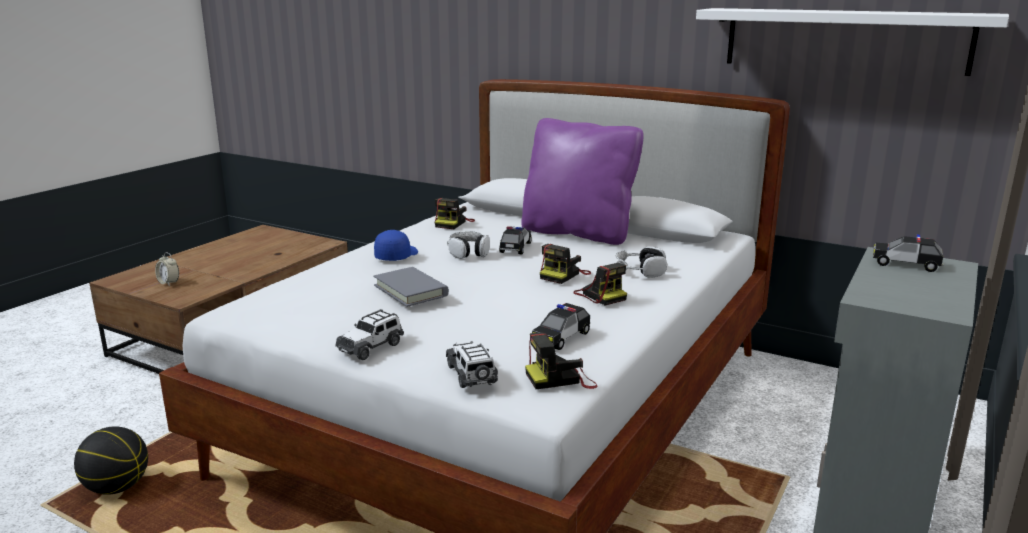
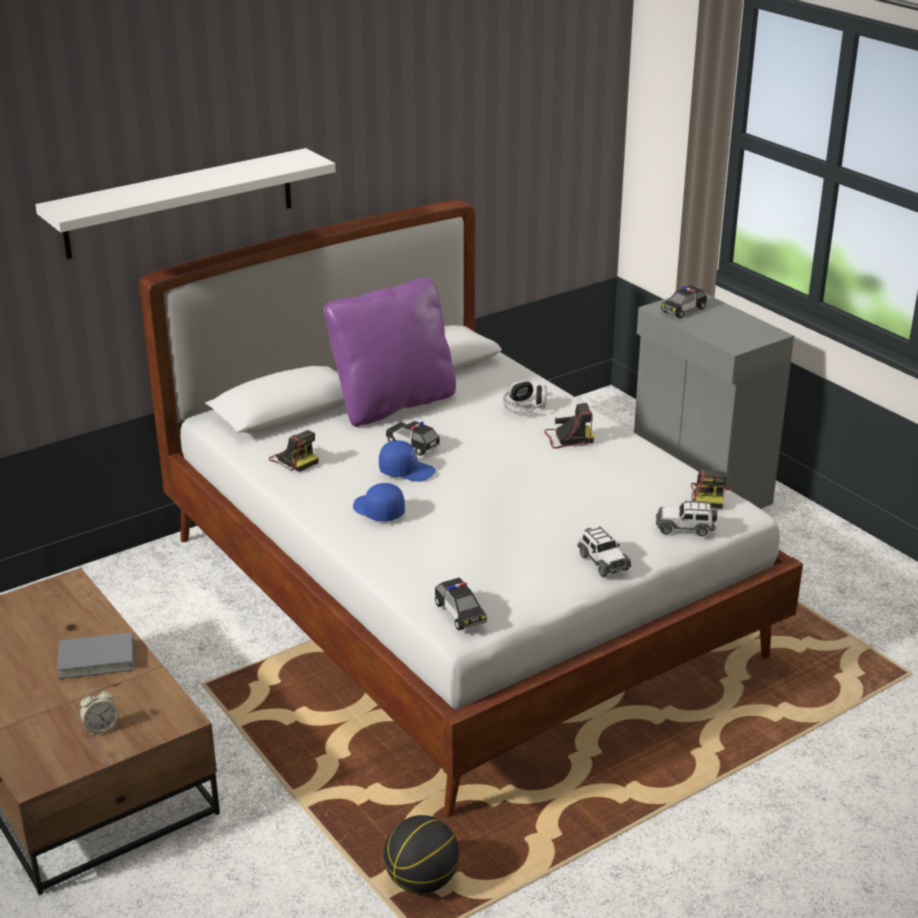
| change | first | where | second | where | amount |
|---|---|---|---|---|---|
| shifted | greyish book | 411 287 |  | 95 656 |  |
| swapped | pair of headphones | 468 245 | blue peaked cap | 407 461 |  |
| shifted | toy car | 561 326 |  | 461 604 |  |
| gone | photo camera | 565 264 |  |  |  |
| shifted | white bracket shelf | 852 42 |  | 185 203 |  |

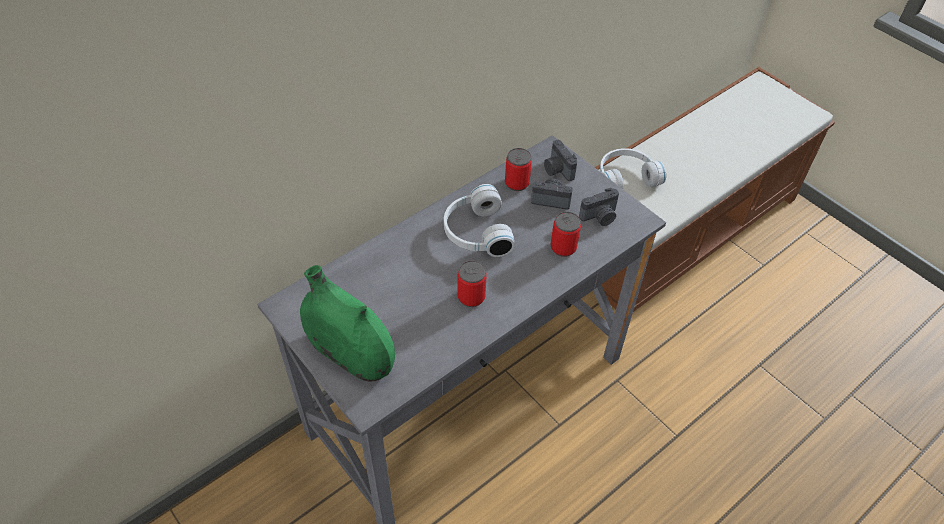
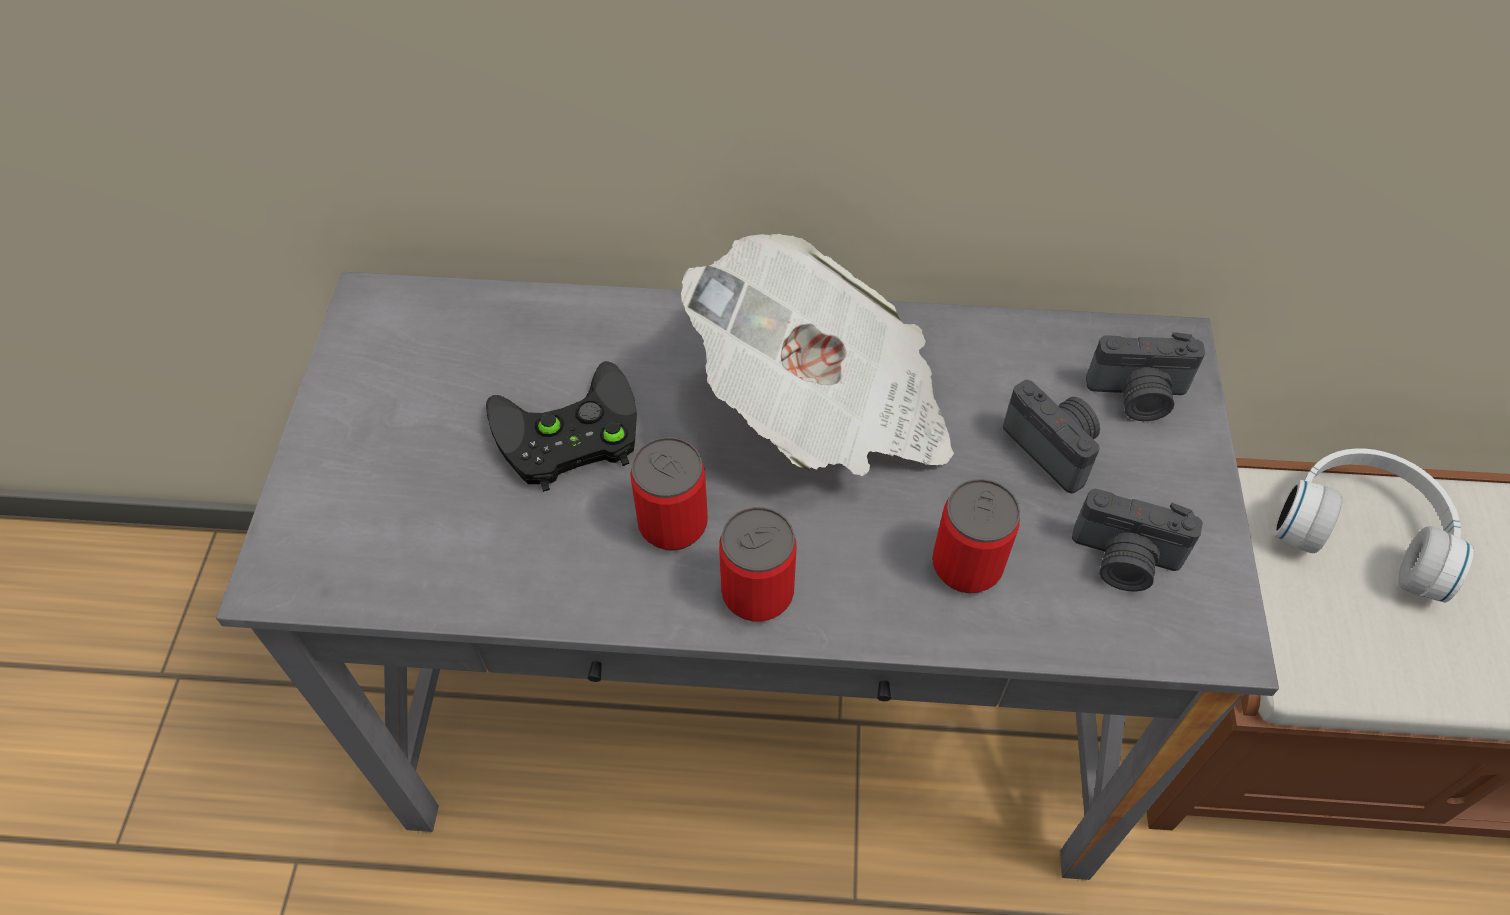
| change | first | where | second | where | amount |
|---|---|---|---|---|---|
| gone | green-coloured flower vase | 347 323 |  |  |  |
| swapped | white pair of headphones | 479 220 | printed paper | 817 355 |  |
| shifted | can | 518 169 |  | 757 564 |  |
| rotated | photo camera | 560 160 |  | 1145 376 | 105 degrees counterclockwise |
| new |  |  | black-coloured game controller | 561 426 |  |

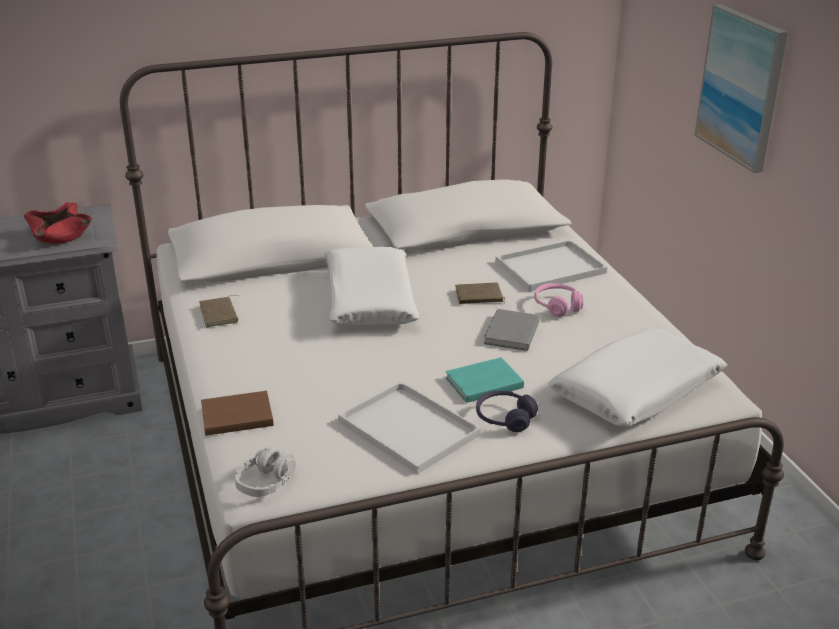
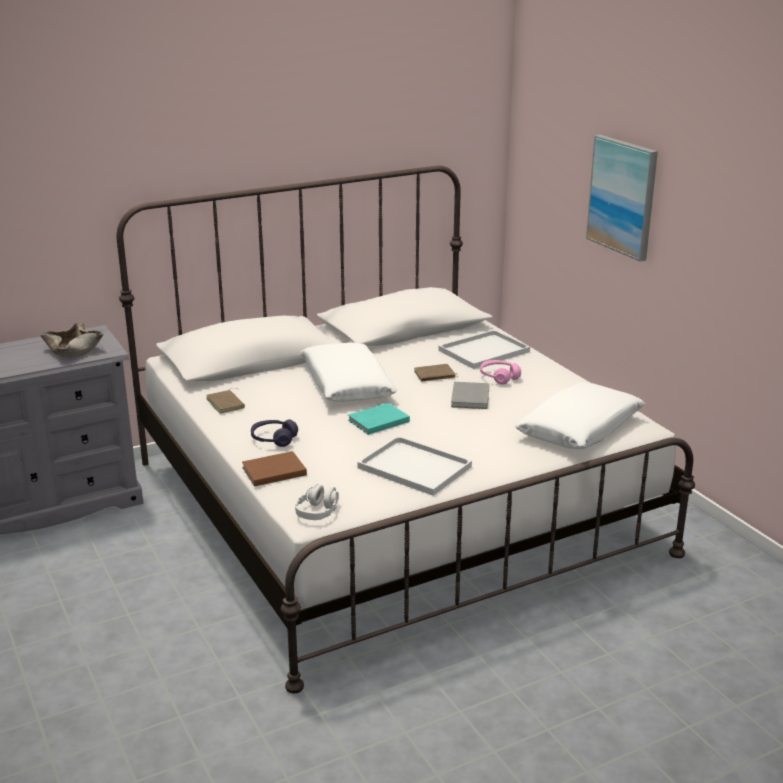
| change | first | where | second | where | amount |
|---|---|---|---|---|---|
| repainted | red-coloured bowl | 58 223 | sand-coloured bowl | 72 340 |  |
| shifted | turquoise-coloured book | 484 380 |  | 379 419 |  |
| shifted | purplish pair of headphones | 507 411 |  | 274 433 |  |

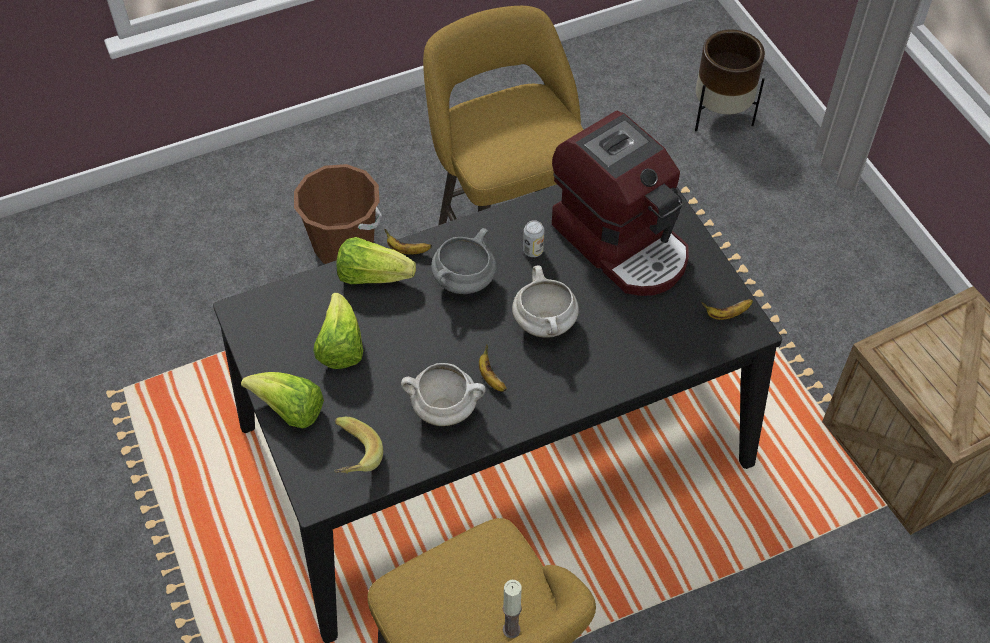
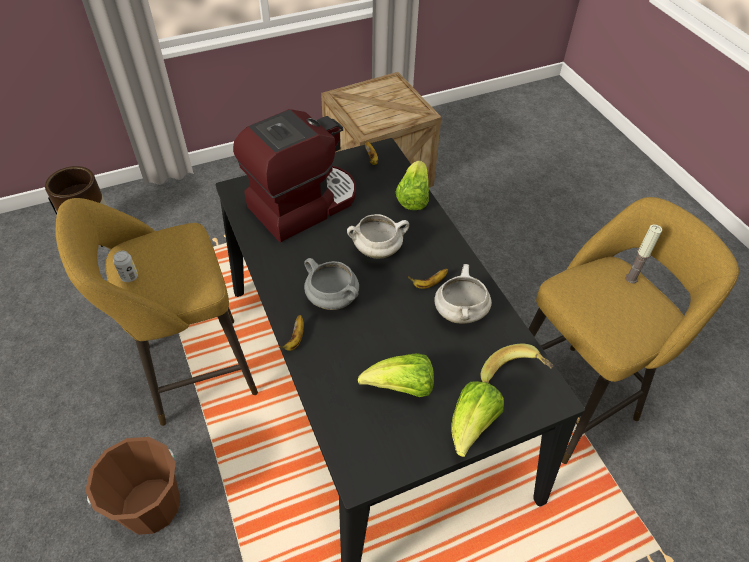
| change | first | where | second | where | amount |
|---|---|---|---|---|---|
| shifted | lettuce head | 376 260 |  | 412 185 |  |
| shifted | can | 534 238 |  | 125 266 |  |

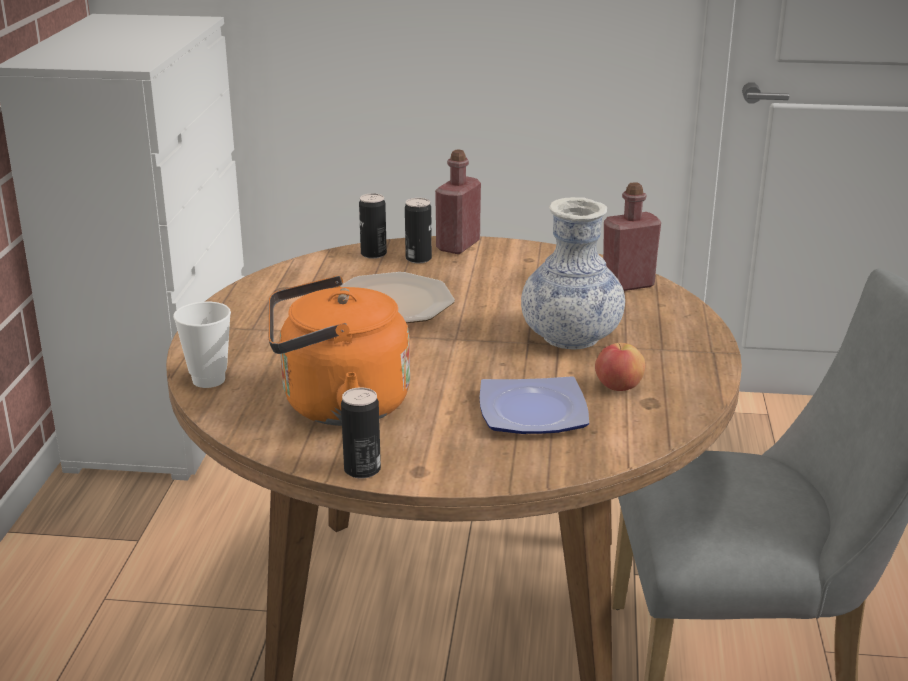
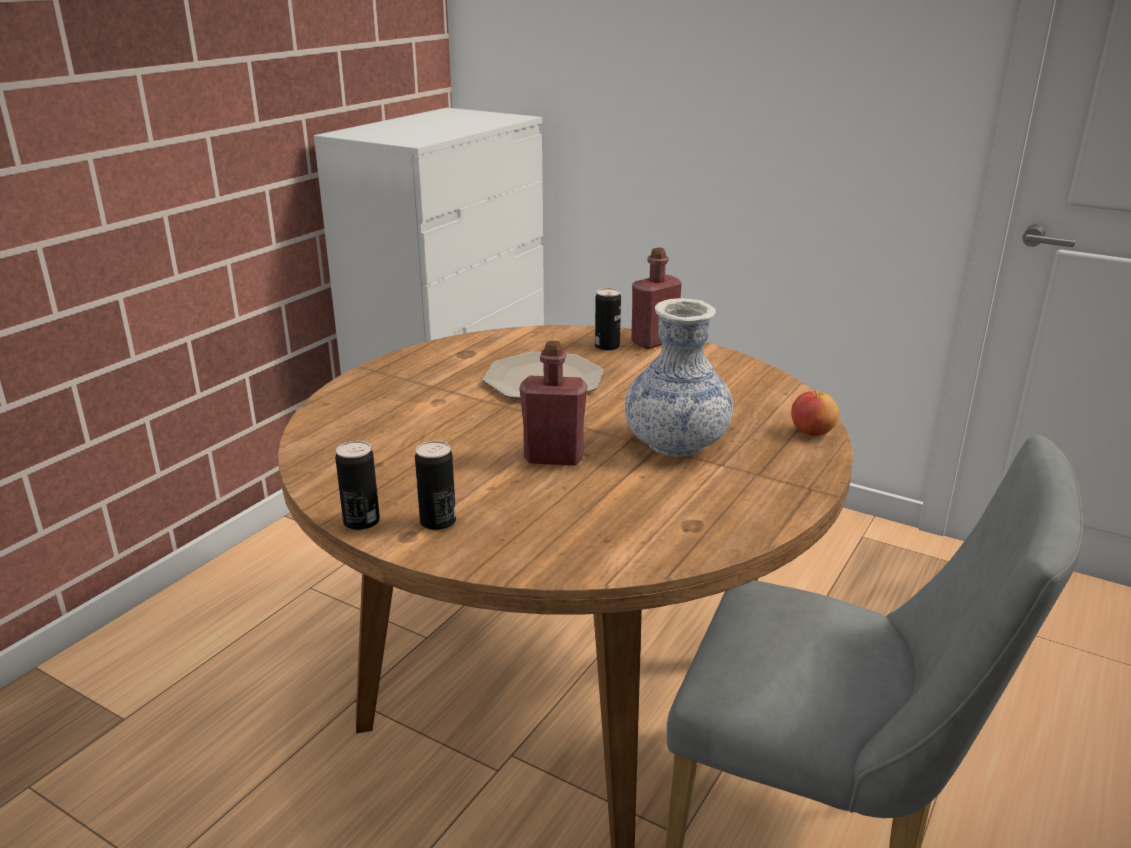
| change | first | where | second | where | amount |
|---|---|---|---|---|---|
| gone | small cup | 202 345 |  |  |  |
| gone | orange water kettle | 339 351 |  |  |  |
| shifted | can | 373 226 |  | 435 485 |  |
| gone | flat dish | 534 405 |  |  |  |
| shifted | apple | 620 367 |  | 815 413 |  |
| shifted | red-coloured drink bottle | 632 236 |  | 553 403 |  |

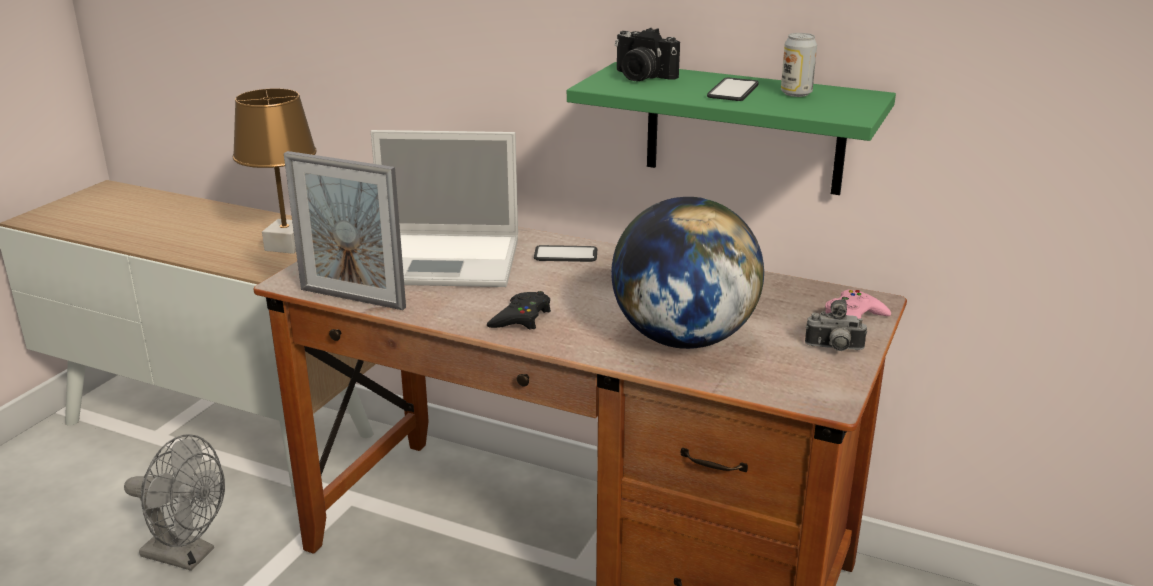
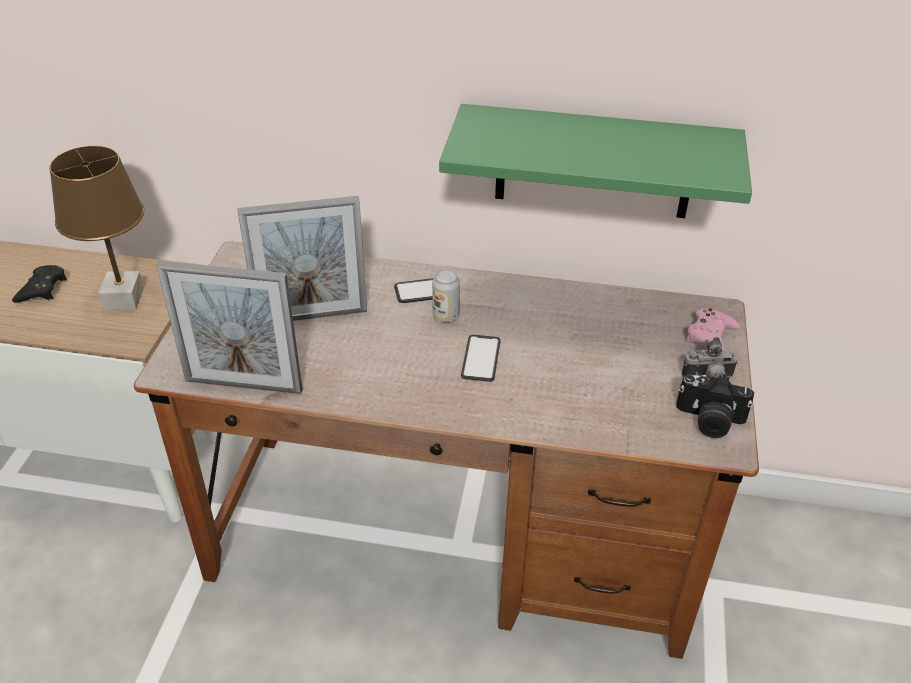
| change | first | where | second | where | amount |
|---|---|---|---|---|---|
| gone | greyish cooling fan | 174 502 |  |  |  |
| swapped | notebook computer | 444 208 | photo frame | 302 258 |  |
| shifted | black-coloured game controller | 519 310 |  | 39 283 |  |
| gone | world globe | 687 273 |  |  |  |
| shifted | photo camera | 647 54 |  | 715 406 |  |
| shifted | phone | 733 89 |  | 481 358 |  |
| shifted | can | 799 65 |  | 446 296 |  |

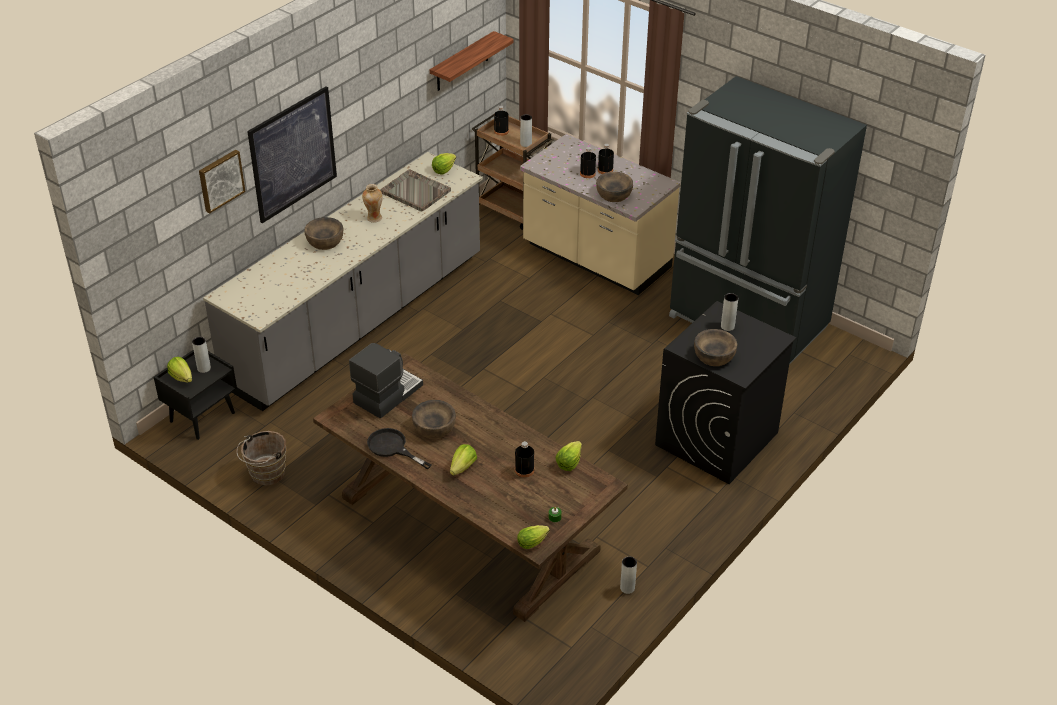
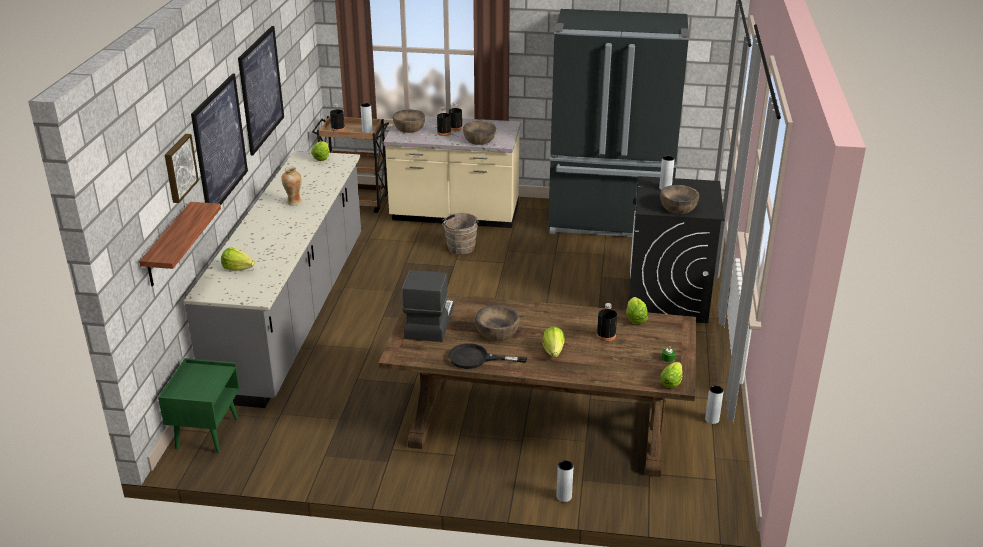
| change | first | where | second | where | amount |
|---|---|---|---|---|---|
| repainted | black-coloured bedside table | 195 395 | green-coloured bedside table | 199 405 |  |
| shifted | lettuce head | 179 370 |  | 238 259 |  |
| shifted | greyish flower vase | 201 355 |  | 565 481 |  |
| shifted | brownish pail | 261 458 |  | 460 234 |  |
| shifted | brownish bowl | 324 233 |  | 409 121 |  |
| gone | greyish tray | 415 190 |  |  |  |
| shifted | bracket shelf | 472 61 |  | 180 244 |  |
| new |  |  | picture | 261 90 |  |

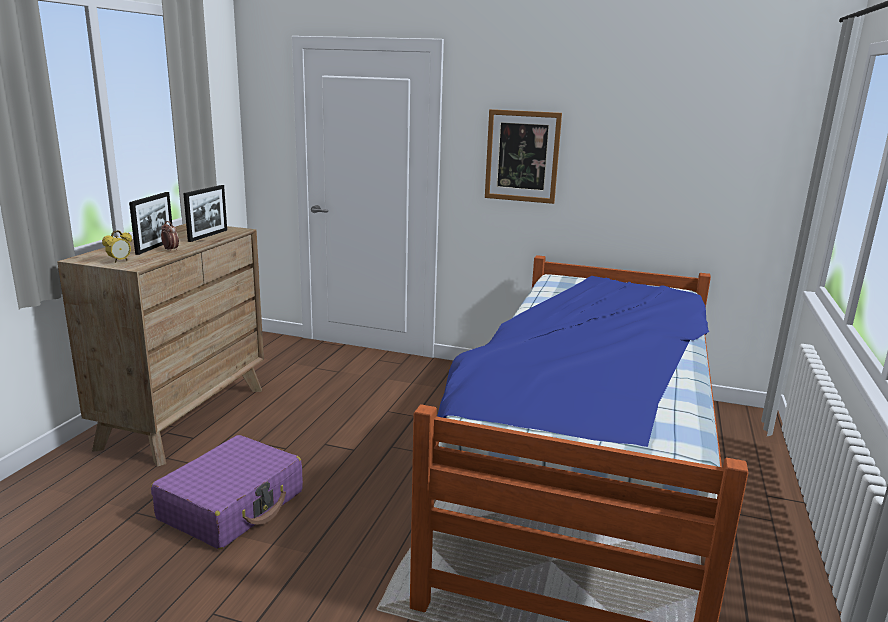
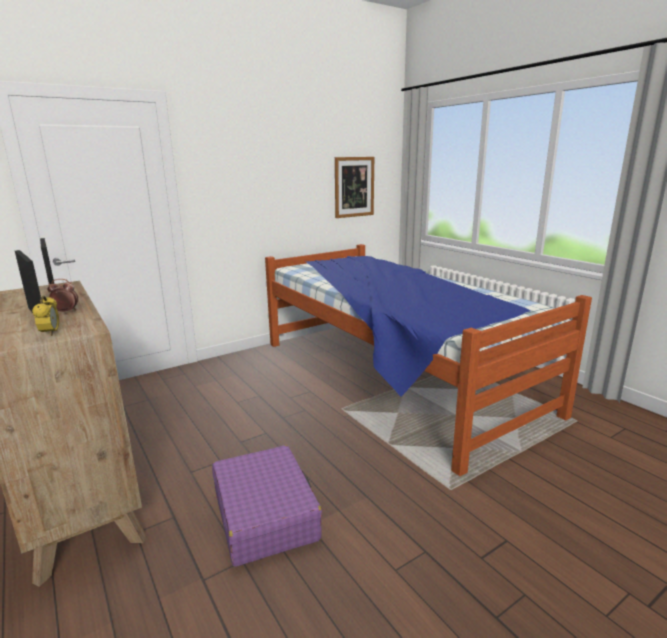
| change | first | where | second | where | amount |
|---|---|---|---|---|---|
| shifted | picture | 523 156 |  | 354 187 |  |

